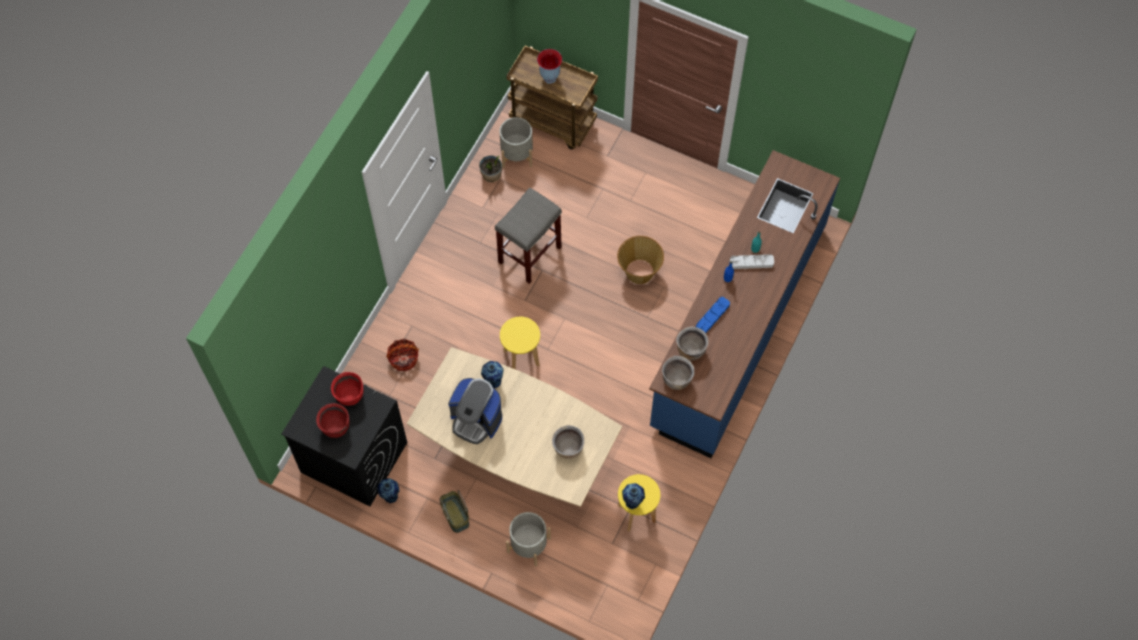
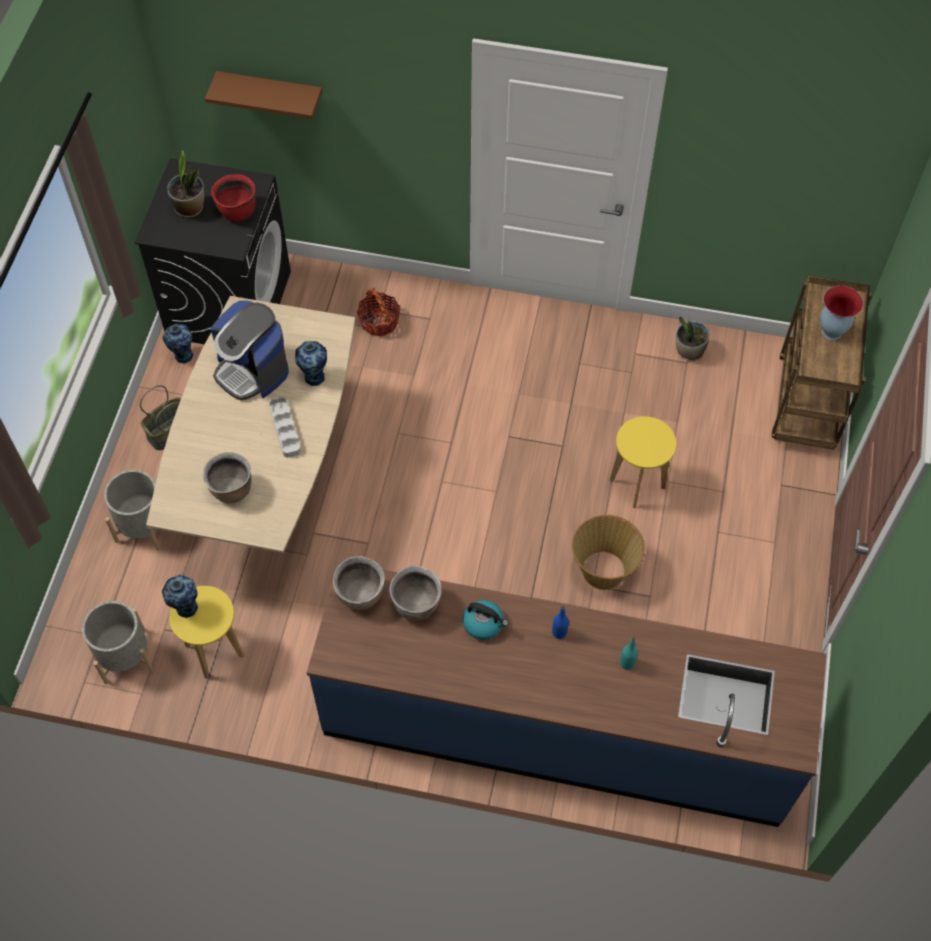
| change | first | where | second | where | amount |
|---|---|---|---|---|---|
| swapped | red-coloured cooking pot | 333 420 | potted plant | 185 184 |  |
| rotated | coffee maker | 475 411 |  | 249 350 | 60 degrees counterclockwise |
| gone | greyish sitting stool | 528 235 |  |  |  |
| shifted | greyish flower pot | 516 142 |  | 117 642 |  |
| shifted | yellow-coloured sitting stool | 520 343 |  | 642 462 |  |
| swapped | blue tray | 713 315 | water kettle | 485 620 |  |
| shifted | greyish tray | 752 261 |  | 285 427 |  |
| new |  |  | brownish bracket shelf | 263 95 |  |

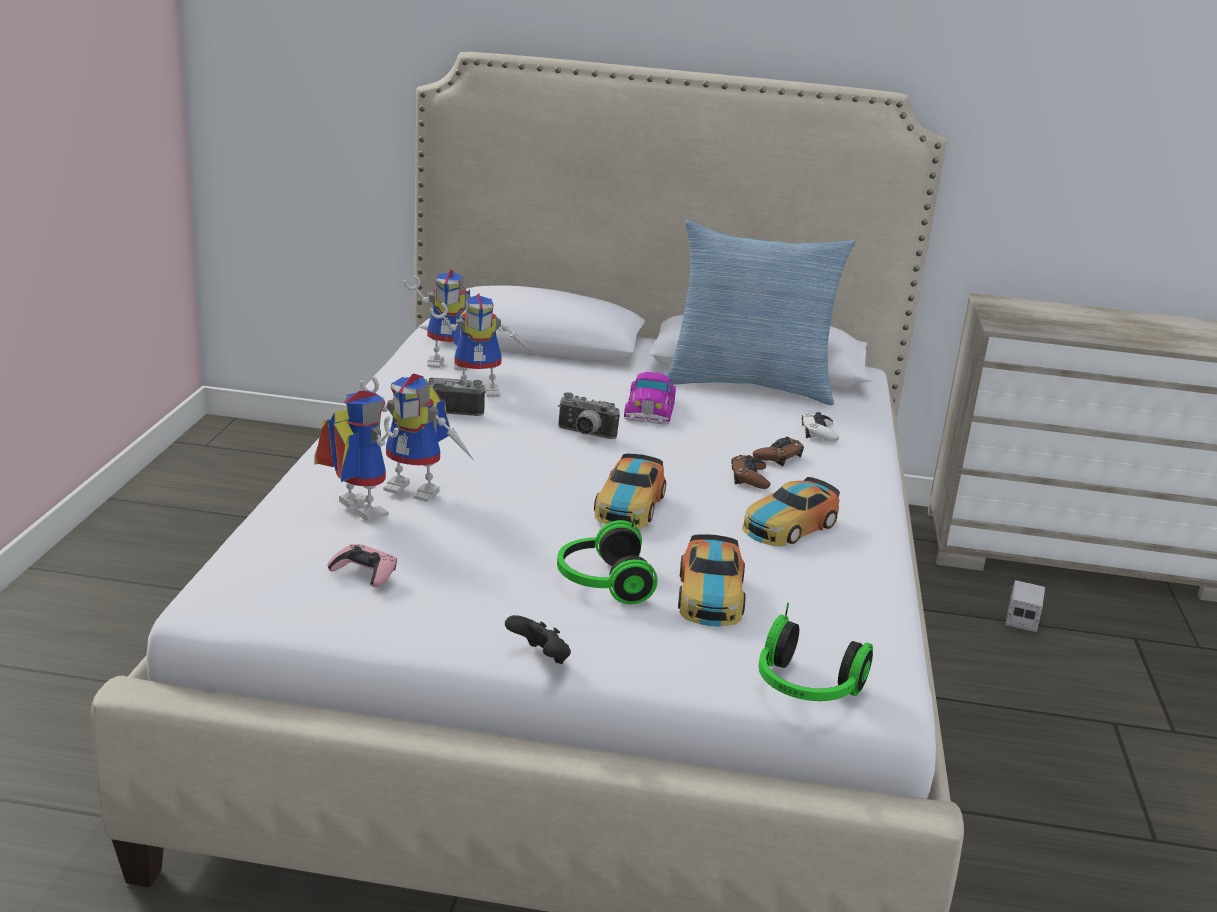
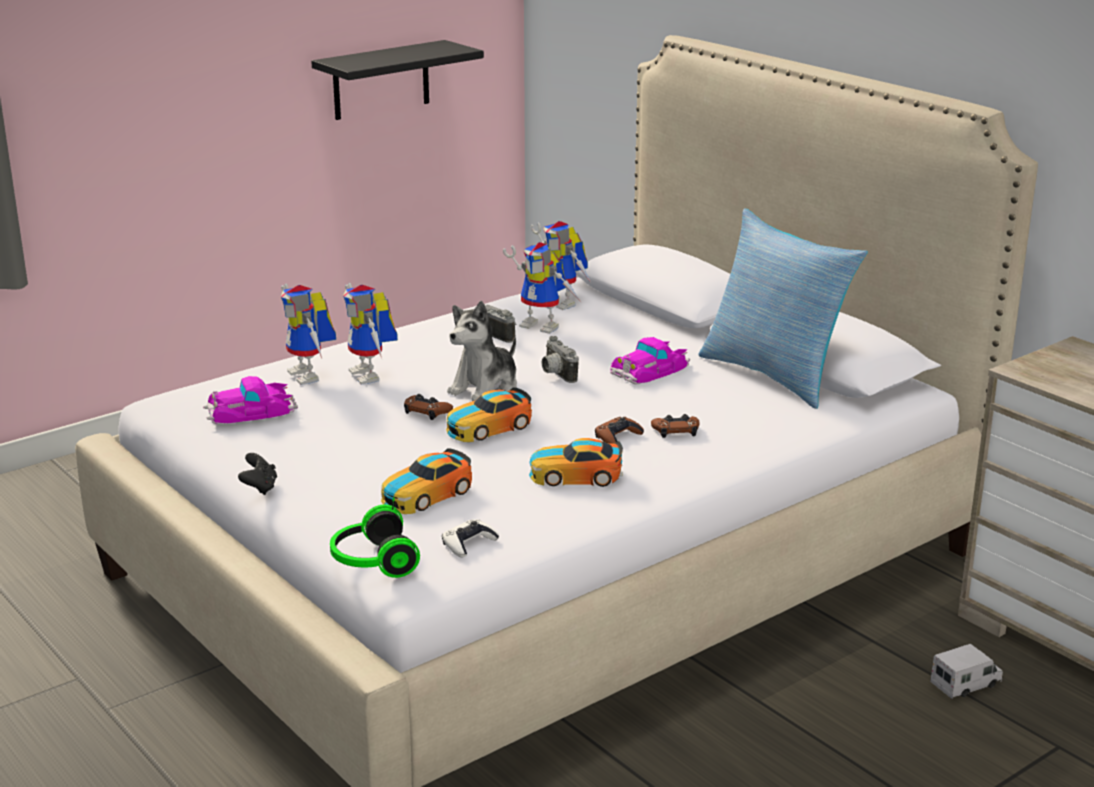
| change | first | where | second | where | amount |
|---|---|---|---|---|---|
| rotated | model robot | 356 455 |  | 308 334 | 150 degrees clockwise |
| swapped | pink game controller | 362 565 | toy car | 250 400 |  |
| gone | pair of headphones | 607 559 |  |  |  |
| shifted | white game controller | 820 427 |  | 470 538 |  |
| new |  |  | black-coloured bracket shelf | 397 80 |  |
| new |  |  | brownish game controller | 428 407 |  |
| new |  |  | soft toy | 482 351 |  |

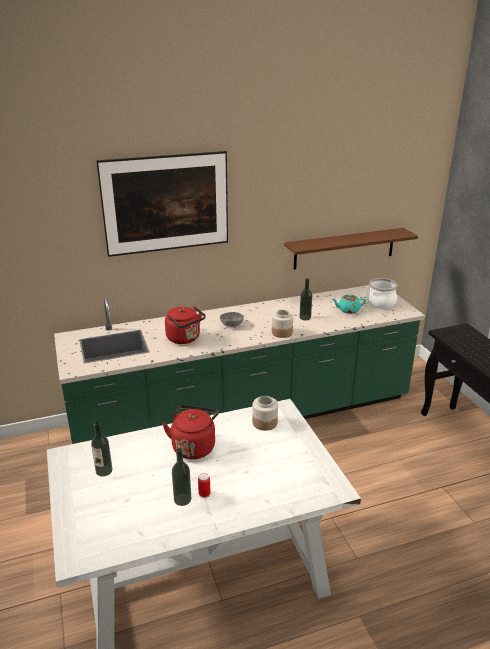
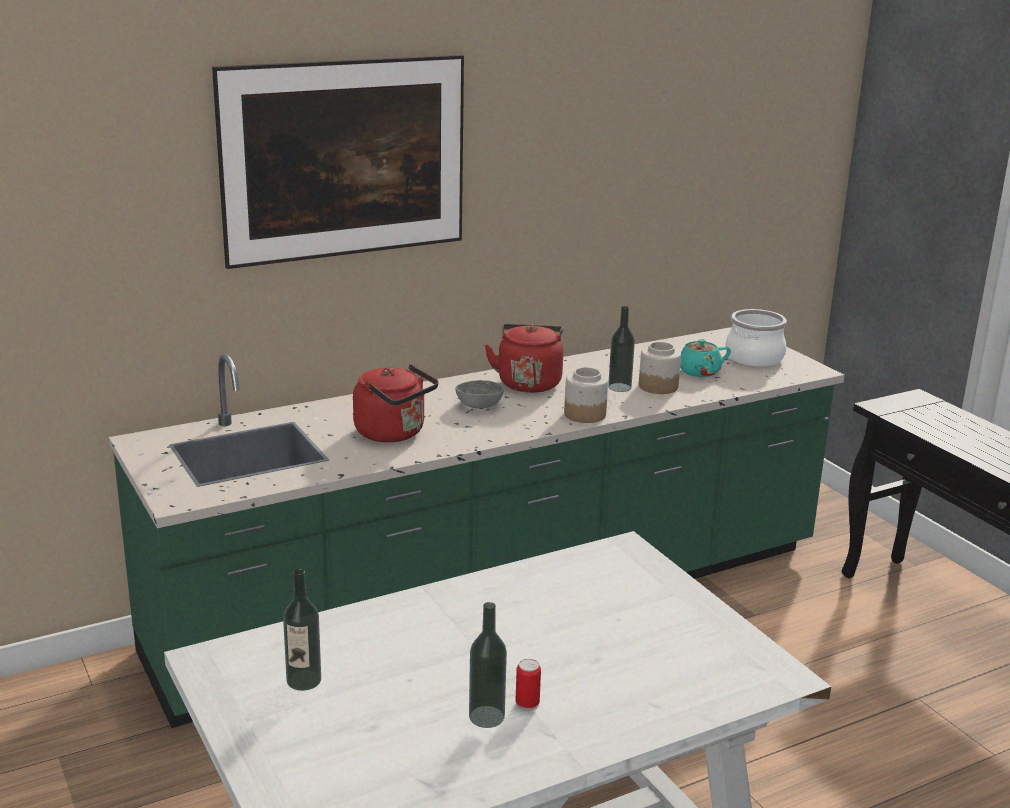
| change | first | where | second | where | amount |
|---|---|---|---|---|---|
| shifted | red-coloured water kettle | 190 432 |  | 523 358 |  |
| shifted | preserve jar | 265 413 |  | 660 368 |  |
| gone | brownish bracket shelf | 351 248 |  |  |  |

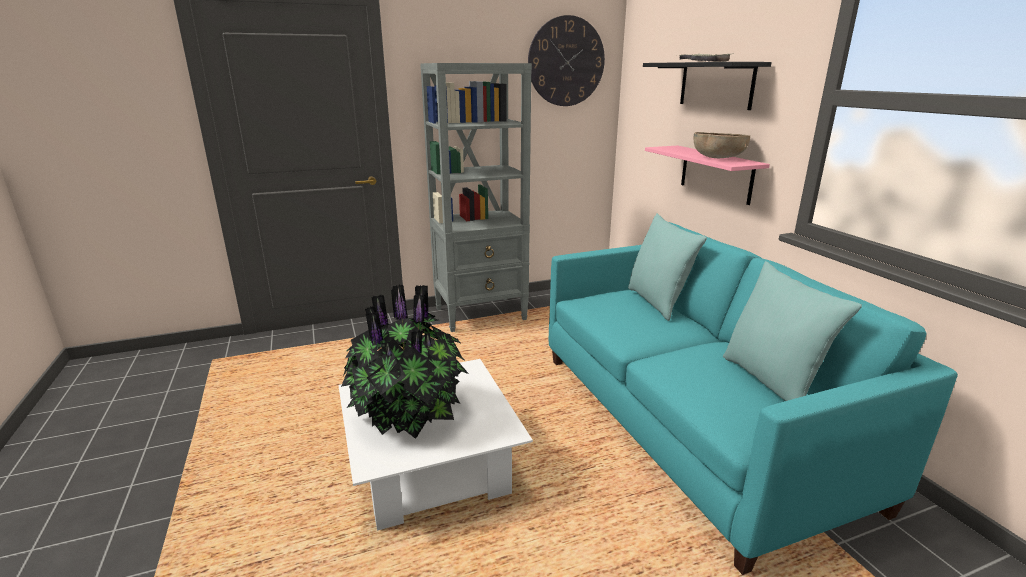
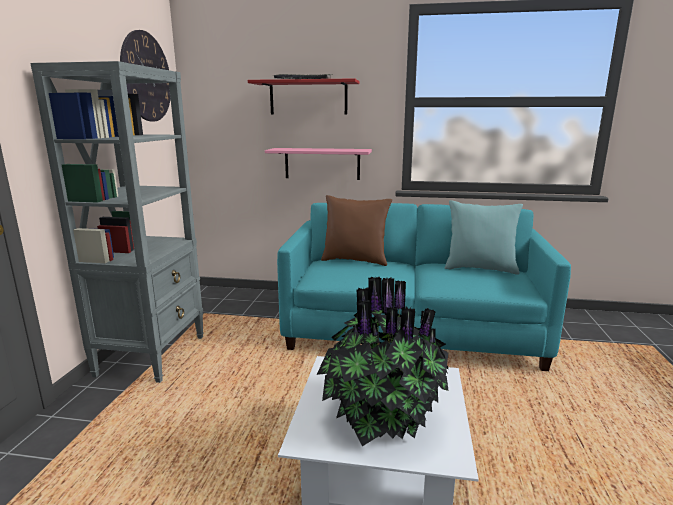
| change | first | where | second | where | amount |
|---|---|---|---|---|---|
| repainted | turquoise-coloured cushion | 667 267 | brownish cushion | 356 230 |  |
| repainted | black-coloured bracket shelf | 707 86 | red-coloured bracket shelf | 303 96 |  |
| gone | brownish bowl | 722 145 |  |  |  |

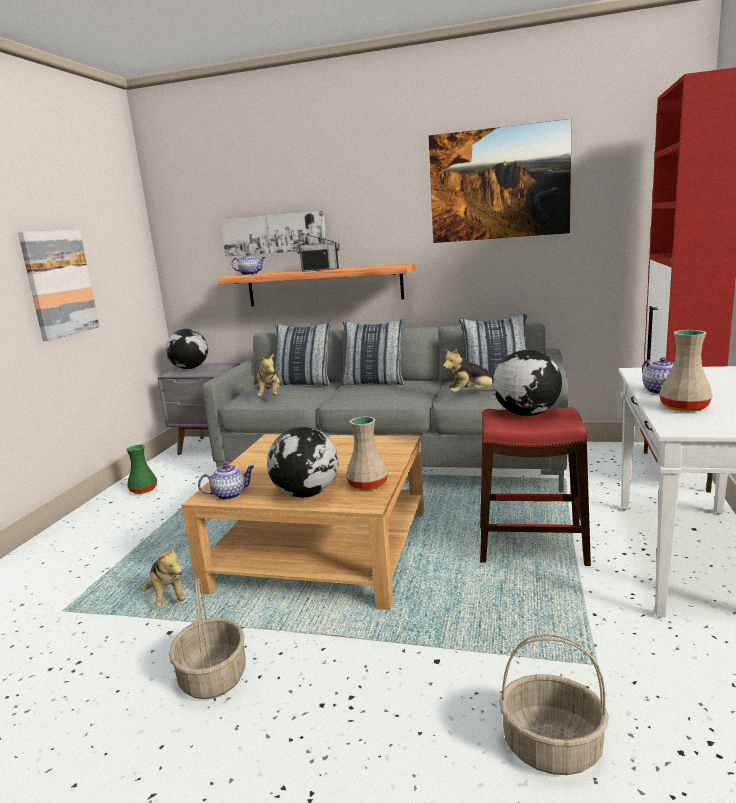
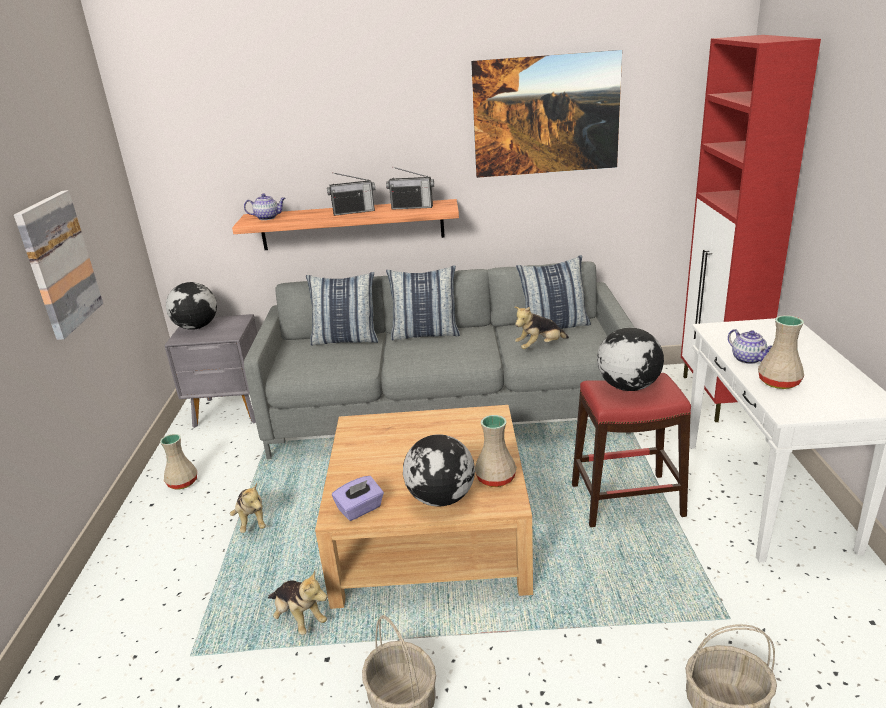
| change | first | where | second | where | amount |
|---|---|---|---|---|---|
| repainted | green-coloured flower vase | 141 469 | sand-coloured flower vase | 178 461 |  |
| swapped | teapot | 226 481 | purplish box of tissues | 358 498 |  |
| gone | picture | 273 234 |  |  |  |
| shifted | soft toy | 266 374 |  | 248 508 |  |
| new |  |  | radio | 410 188 |  |

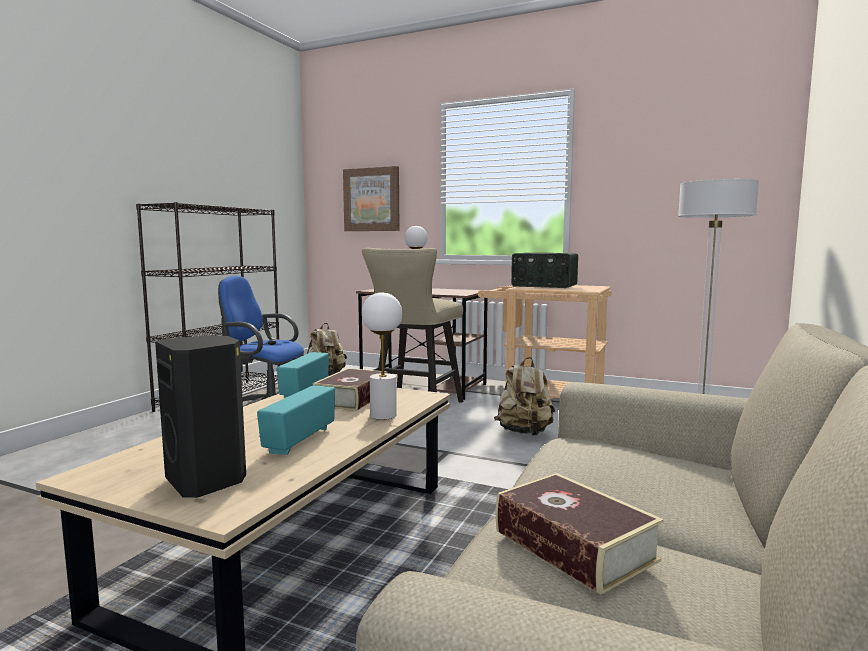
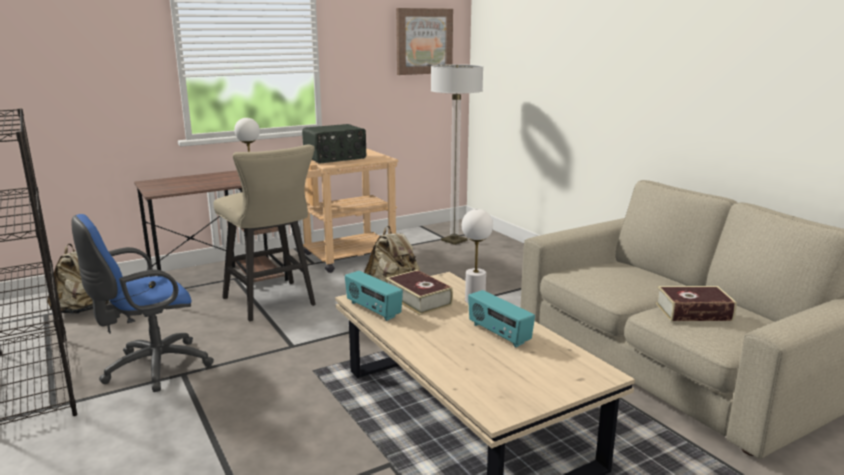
| change | first | where | second | where | amount |
|---|---|---|---|---|---|
| gone | black-coloured speaker | 200 416 |  |  |  |
| shifted | picture | 371 198 |  | 424 41 |  |

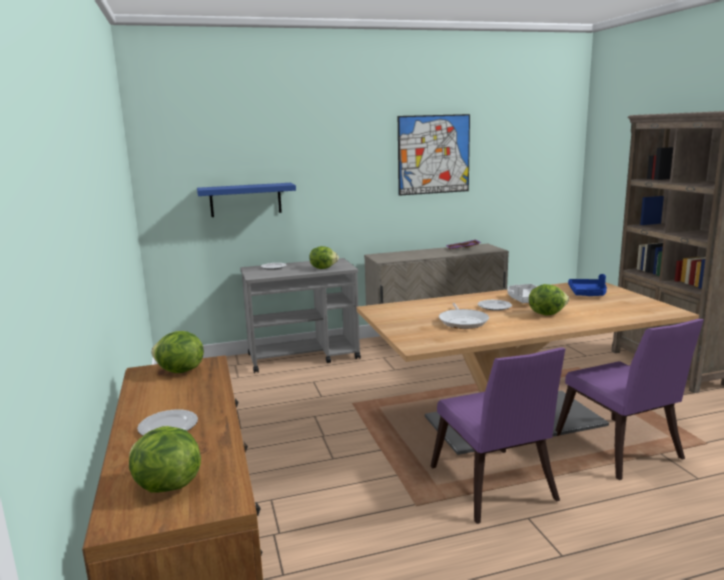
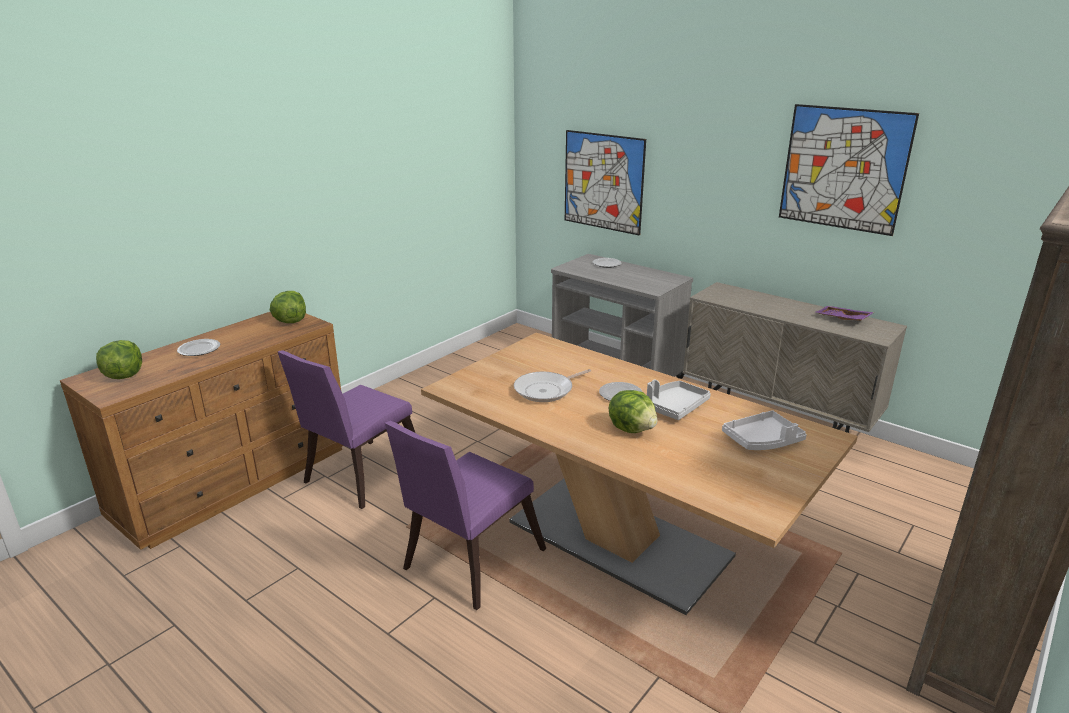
| change | first | where | second | where | amount |
|---|---|---|---|---|---|
| swapped | blue bracket shelf | 246 200 | picture | 605 183 |  |
| gone | lettuce head | 324 257 |  |  |  |
| shifted | purplish plain chair | 629 399 |  | 346 429 |  |
| repainted | blue tray | 587 285 | white tray | 764 430 |  |

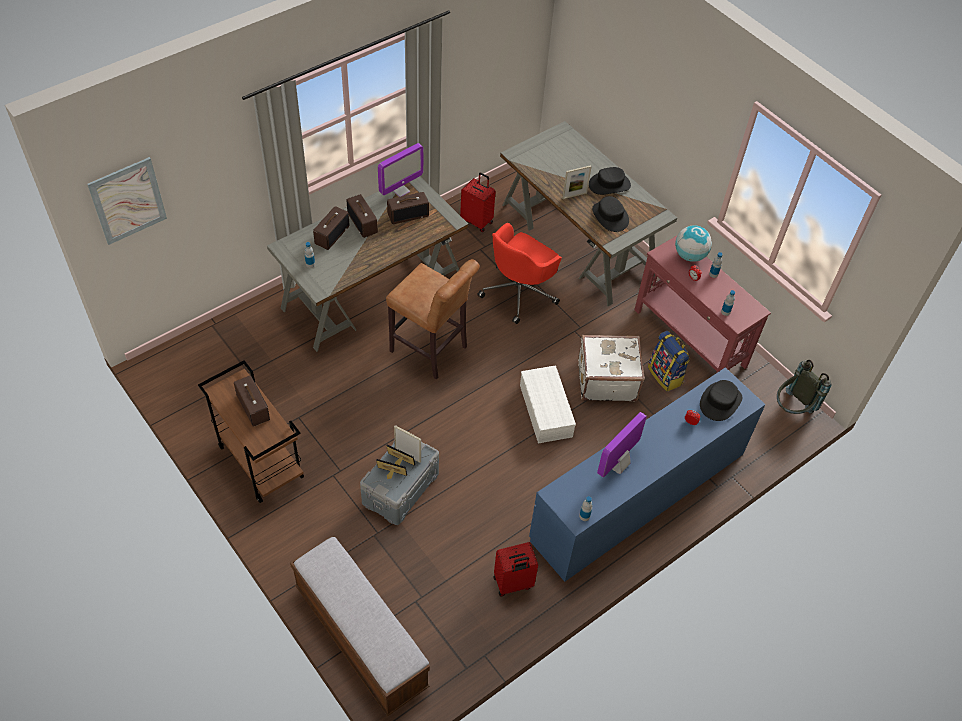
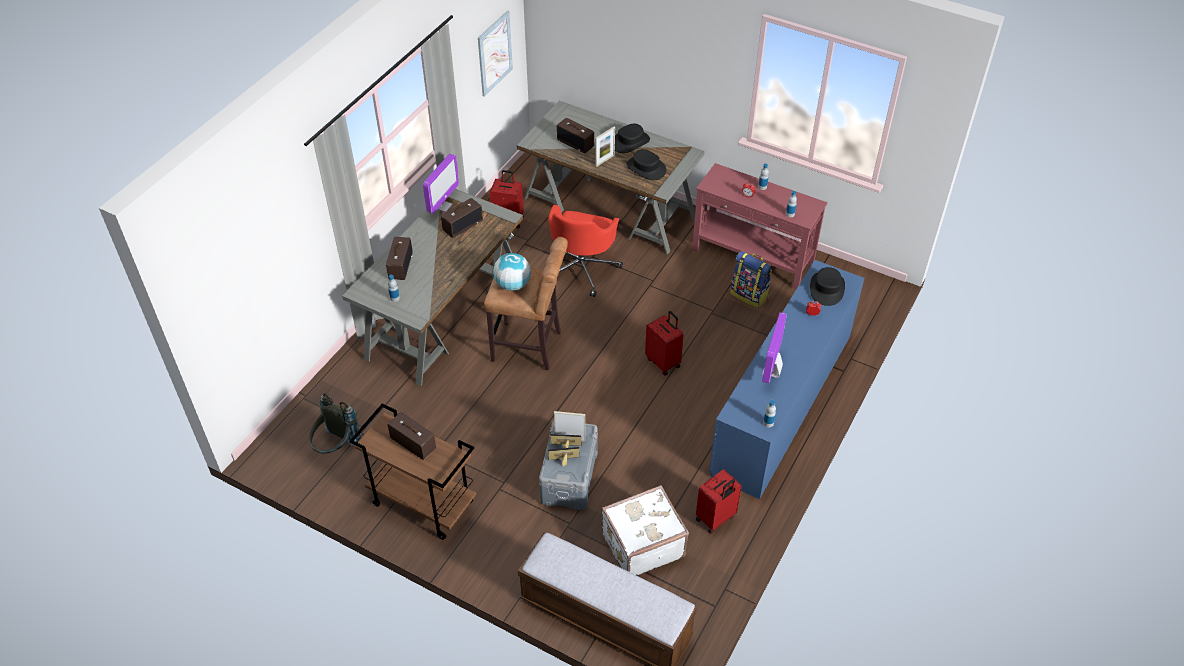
| change | first | where | second | where | amount |
|---|---|---|---|---|---|
| shifted | picture | 127 201 |  | 495 53 |  |
| shifted | radio | 362 216 |  | 575 135 |  |
| swapped | white storage bin | 548 404 | red-coloured suitcase | 664 343 |  |
| shifted | white suitcase | 611 368 |  | 645 530 |  |
| shifted | world globe | 693 243 |  | 512 272 |  |
| shifted | greyish knapsack | 804 387 |  | 335 423 |  |

